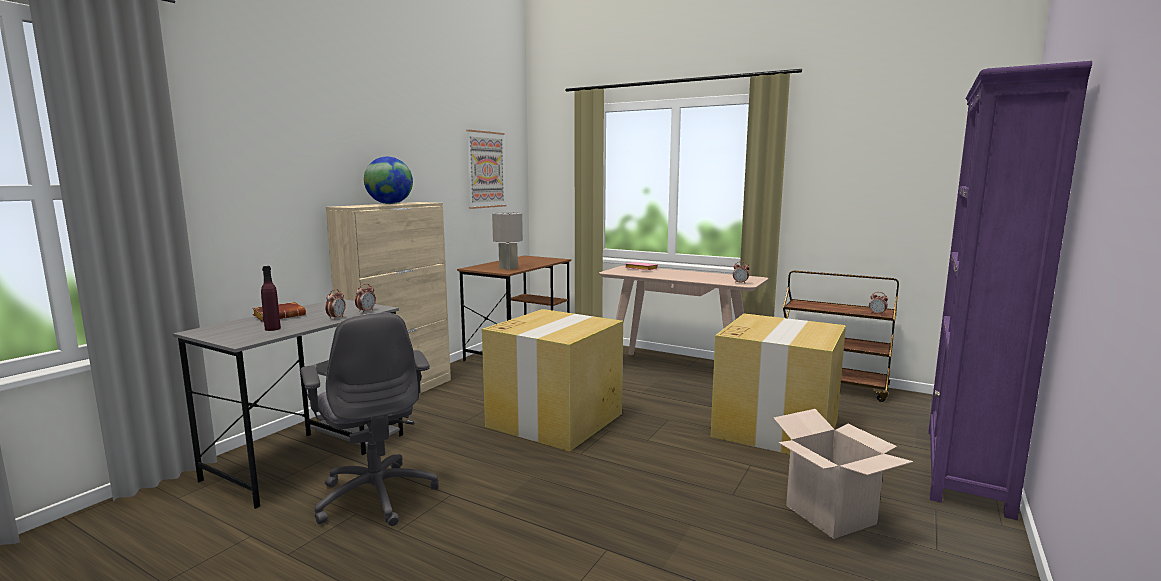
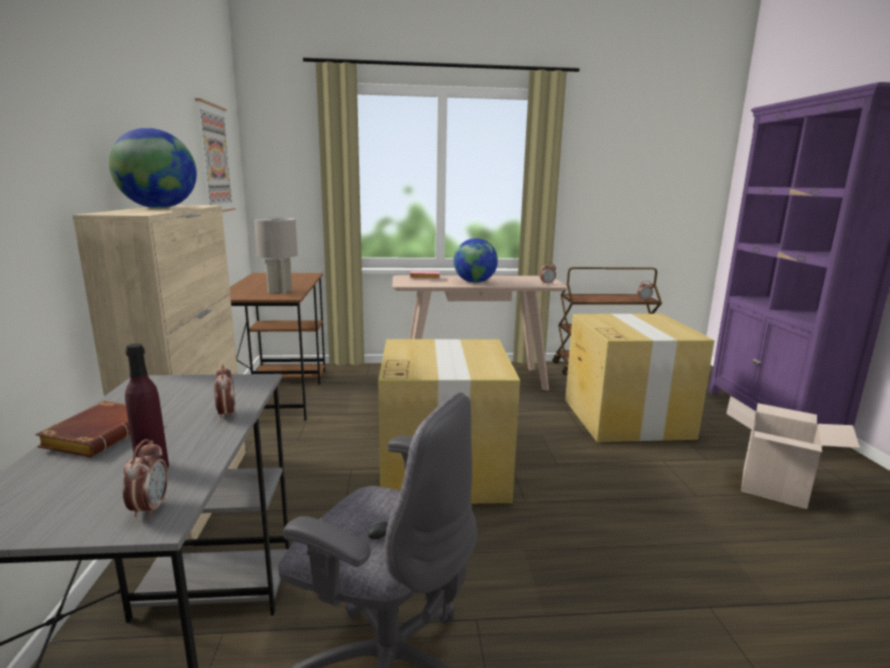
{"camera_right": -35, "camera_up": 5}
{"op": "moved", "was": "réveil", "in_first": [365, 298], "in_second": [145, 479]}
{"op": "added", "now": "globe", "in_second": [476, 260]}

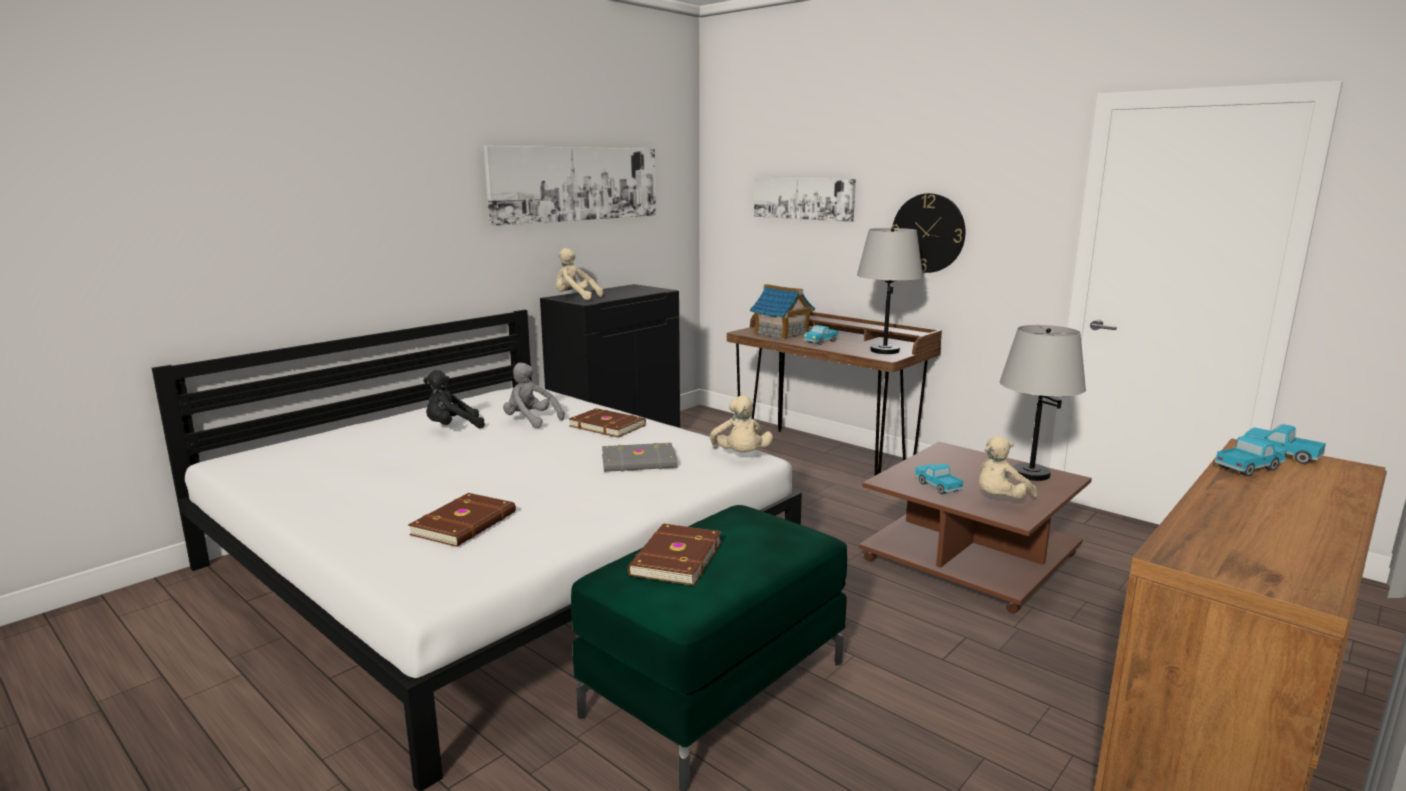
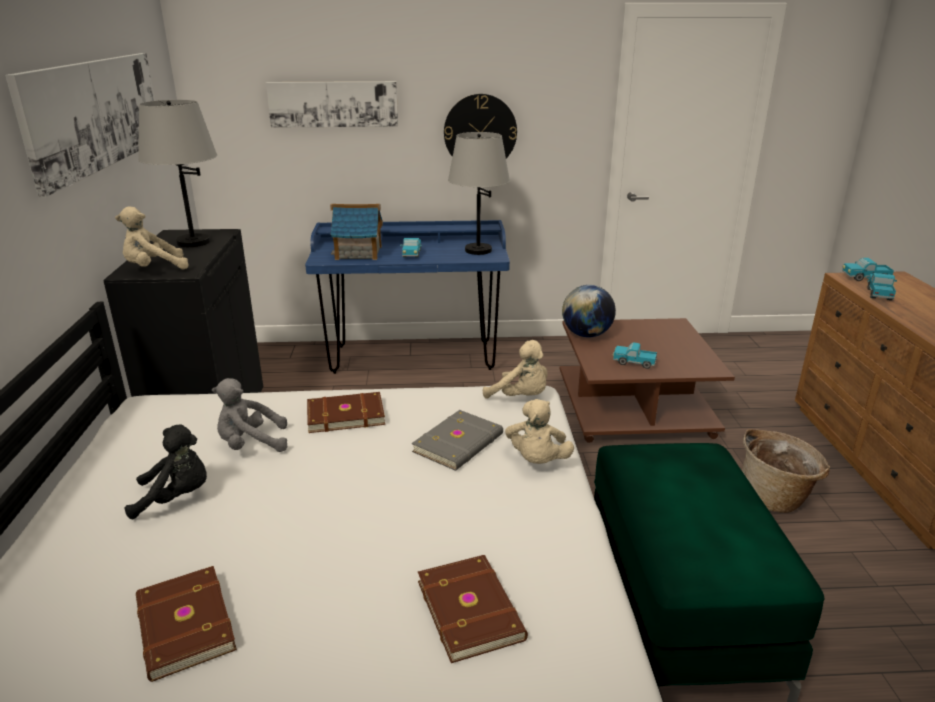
{"camera_right": -45, "camera_up": 10}
{"op": "turned", "was": "peluche/noir", "in_first": [454, 399], "in_second": [166, 472], "clockwise": -120}
{"op": "moved", "was": "livre/marron", "in_first": [674, 555], "in_second": [186, 624]}
{"op": "recoloured", "was": "bureau/marron", "now": "bureau/bleu", "in_first": [834, 393], "in_second": [407, 297]}
{"op": "moved", "was": "peluche/beige", "in_first": [1008, 467], "in_second": [539, 431]}
{"op": "moved", "was": "lampe de table/gris", "in_first": [1043, 403], "in_second": [177, 173]}
{"op": "added", "now": "globe", "in_second": [589, 311]}
{"op": "added", "now": "panier", "in_second": [786, 471]}

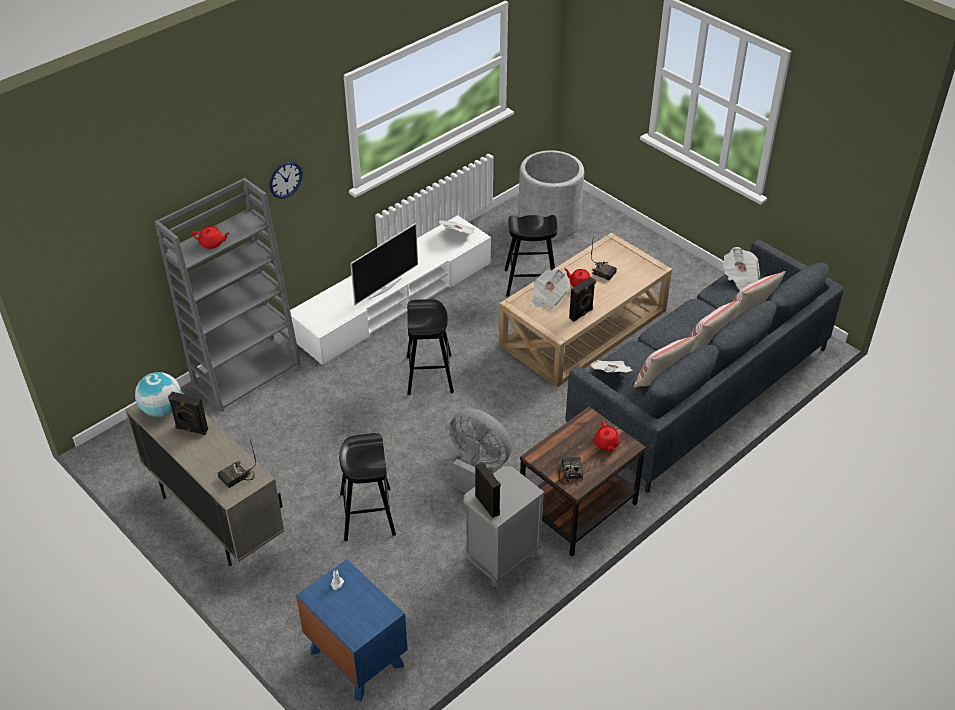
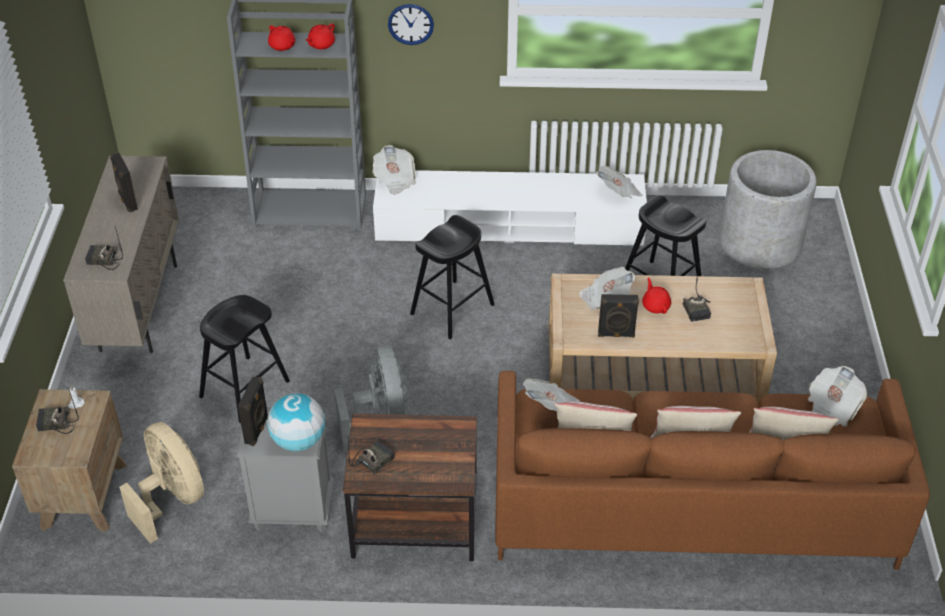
{"camera_right": 45, "camera_up": 0}
{"op": "moved", "was": "globe", "in_first": [158, 394], "in_second": [296, 422]}
{"op": "recoloured", "was": "table de chevet/bleu", "now": "table de chevet/marron", "in_first": [352, 630], "in_second": [69, 461]}
{"op": "removed", "was": "téléviseur", "in_first": [384, 264]}
{"op": "recoloured", "was": "canapé/gris", "now": "canapé/marron", "in_first": [705, 366], "in_second": [712, 470]}
{"op": "moved", "was": "théière/rouge", "in_first": [607, 436], "in_second": [320, 36]}
{"op": "added", "now": "radio", "in_second": [57, 411]}
{"op": "added", "now": "ventilateur/beige", "in_second": [161, 483]}
{"op": "added", "now": "journal", "in_second": [394, 170]}

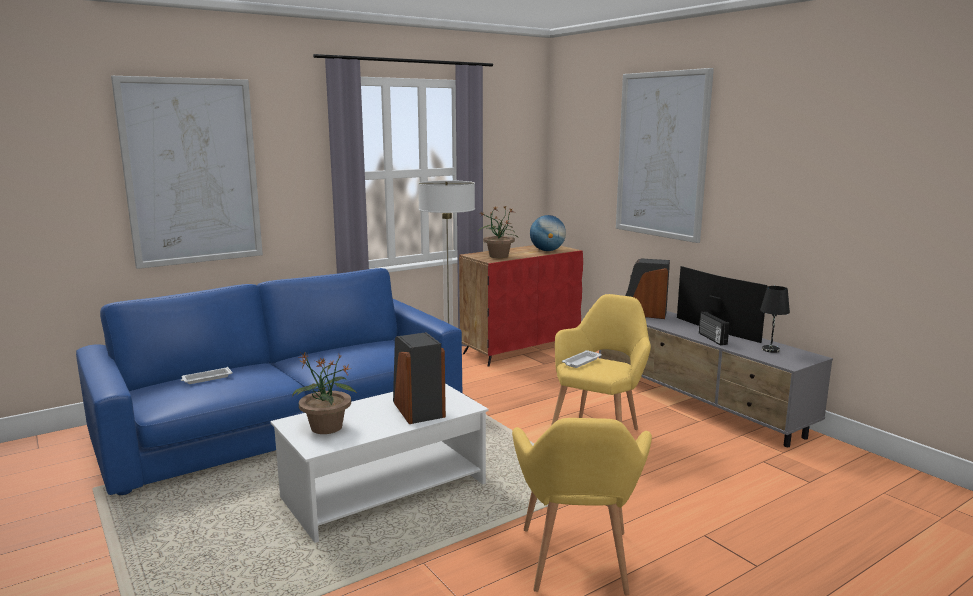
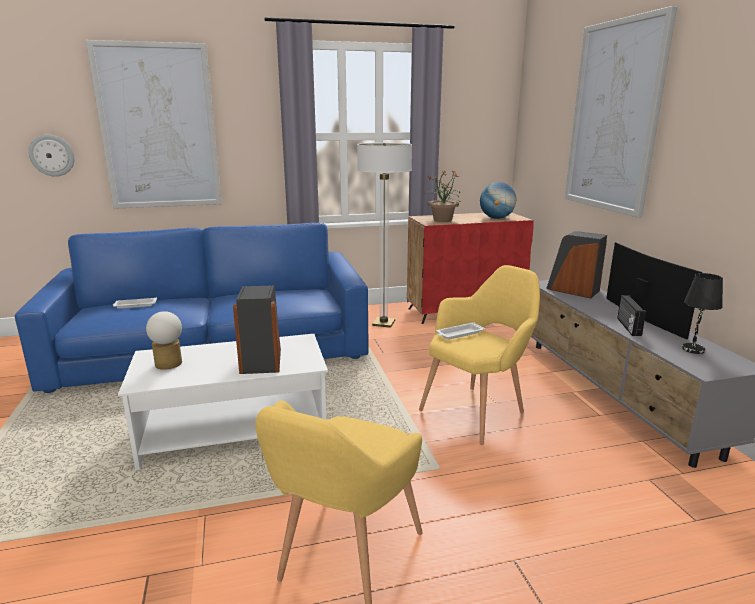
{"camera_right": 20, "camera_up": 5}
{"op": "replaced", "was": "plante en pot", "now": "lampe de table", "in_first": [325, 393], "in_second": [164, 340]}
{"op": "added", "now": "horloge murale", "in_second": [52, 156]}

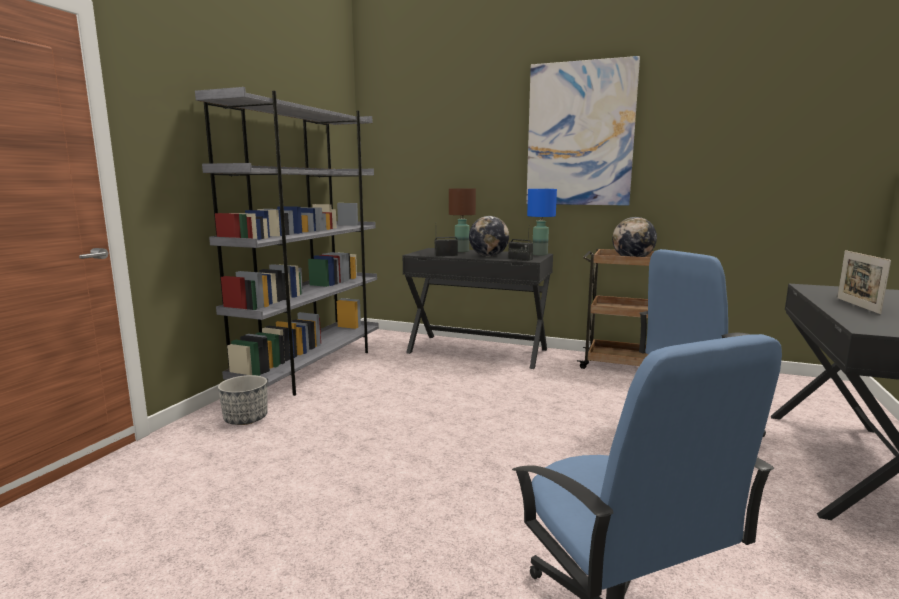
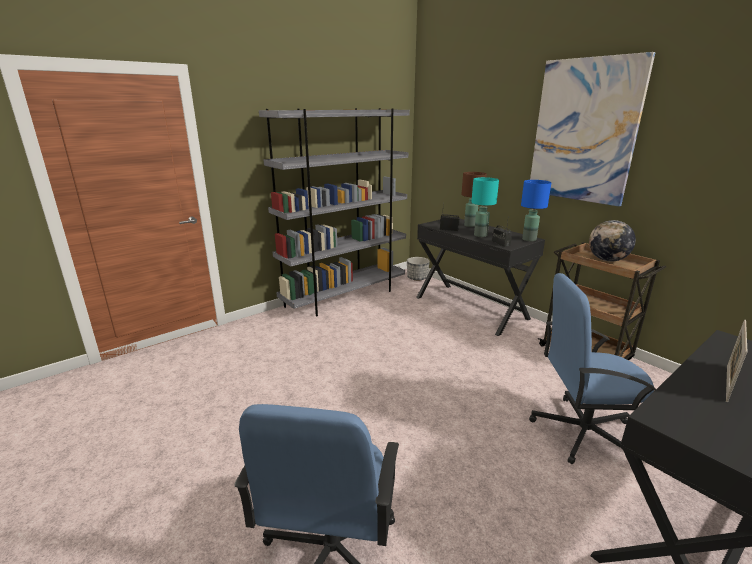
{"camera_right": 30, "camera_up": 10}
{"op": "moved", "was": "cache-pot", "in_first": [243, 400], "in_second": [418, 269]}
{"op": "replaced", "was": "globe", "now": "lampe de table/turquoise", "in_first": [489, 236], "in_second": [485, 207]}

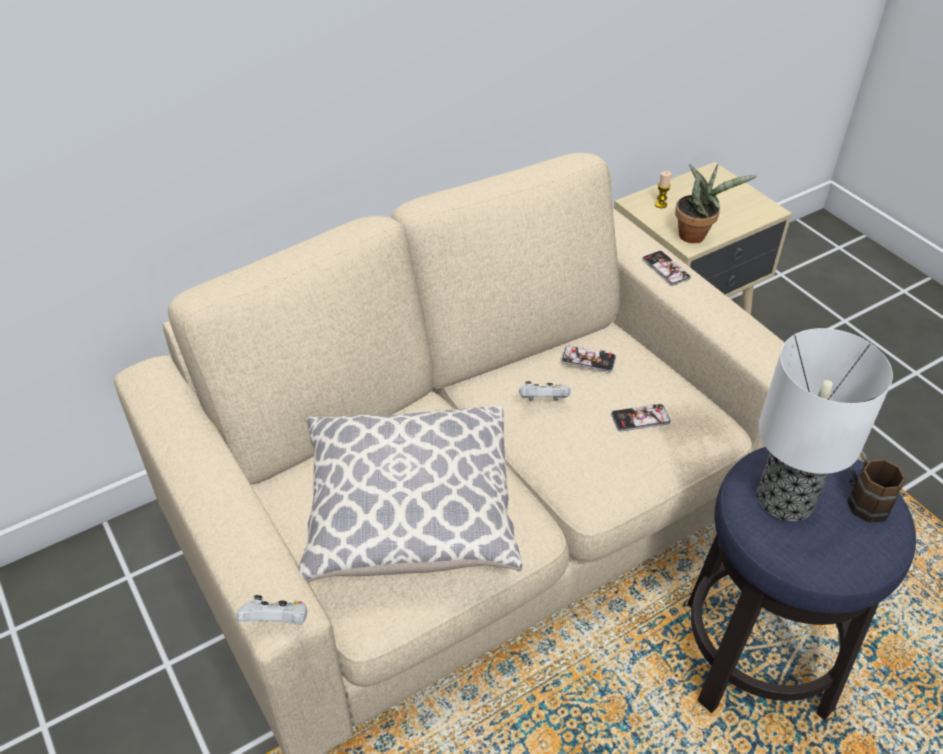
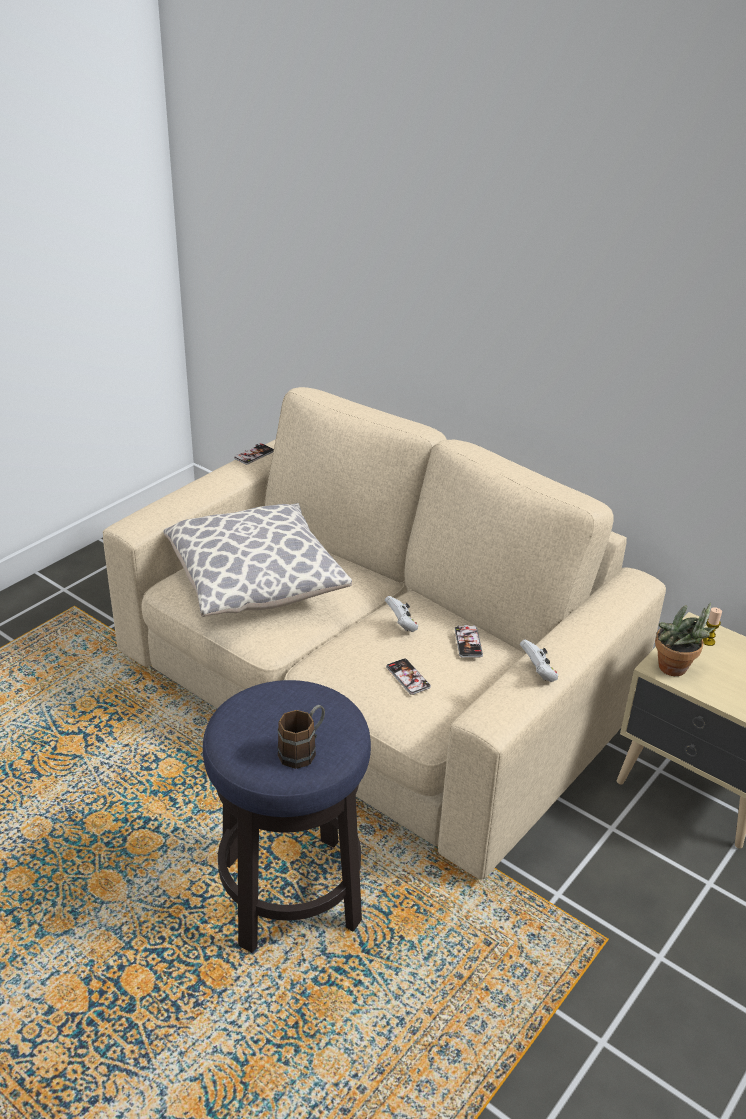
{"camera_right": 70, "camera_up": -10}
{"op": "moved", "was": "manette/blanc", "in_first": [271, 610], "in_second": [539, 661]}
{"op": "moved", "was": "téléphone", "in_first": [666, 268], "in_second": [254, 454]}
{"op": "removed", "was": "lampe de table", "in_first": [825, 424]}

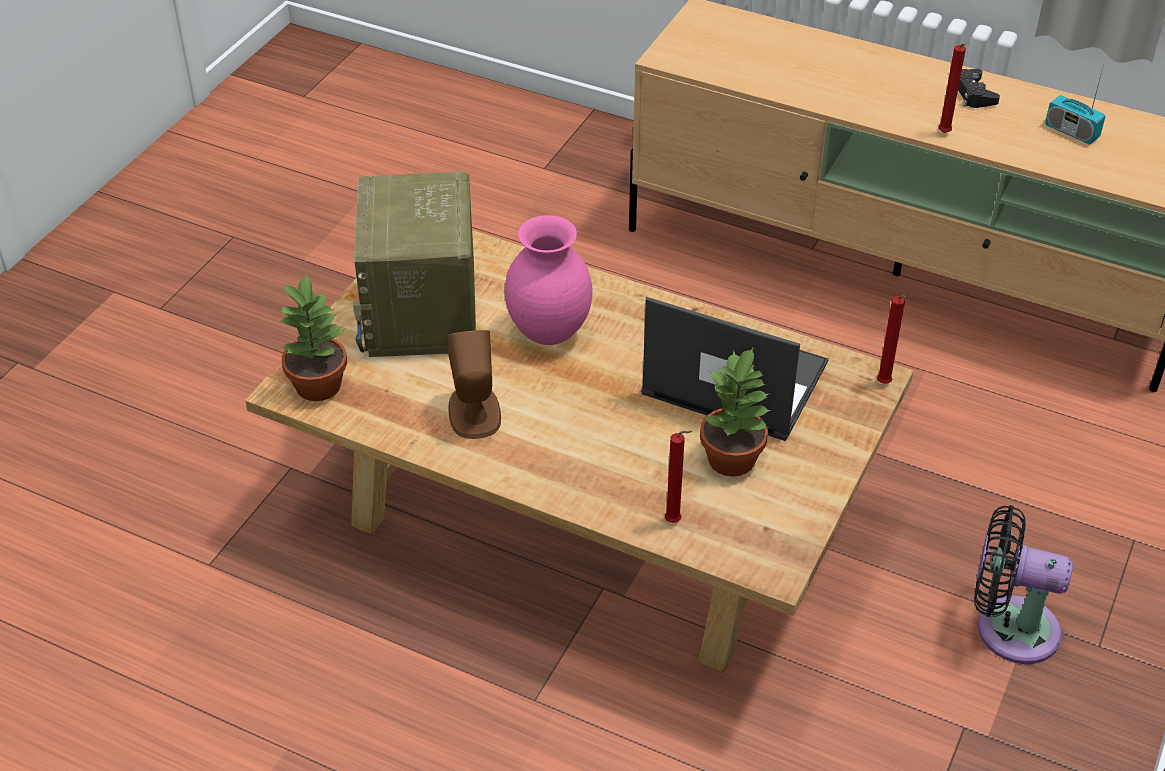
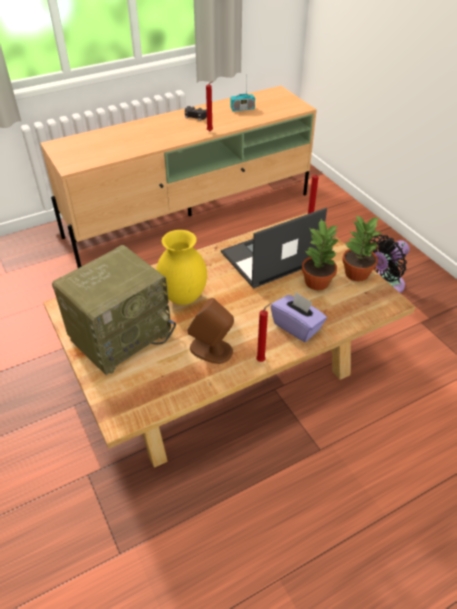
{"camera_right": -55, "camera_up": 0}
{"op": "moved", "was": "plante en pot", "in_first": [312, 337], "in_second": [362, 247]}
{"op": "turned", "was": "radio", "in_first": [414, 264], "in_second": [114, 310], "clockwise": -75}
{"op": "recoloured", "was": "vase/rose", "now": "vase/jaune", "in_first": [548, 280], "in_second": [181, 267]}
{"op": "moved", "was": "bougie/rouge", "in_first": [679, 476], "in_second": [263, 332]}
{"op": "added", "now": "boîte à mouchoirs/violet", "in_second": [299, 317]}

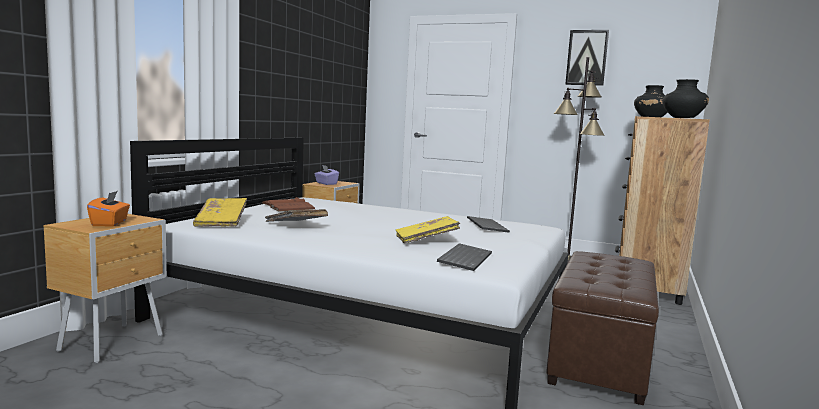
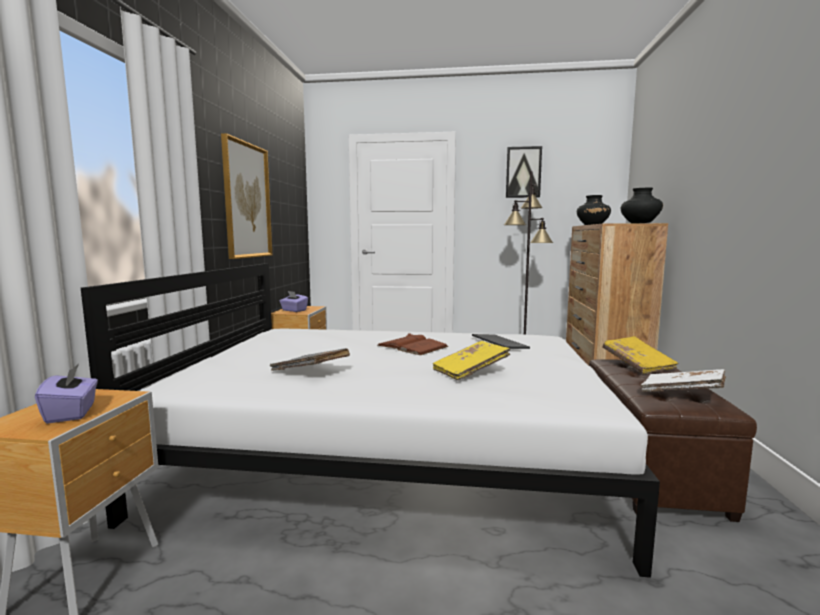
{"camera_right": -15, "camera_up": 0}
{"op": "recoloured", "was": "boîte à mouchoirs/orange", "now": "boîte à mouchoirs/violet", "in_first": [108, 209], "in_second": [66, 394]}
{"op": "moved", "was": "livre/jaune", "in_first": [220, 212], "in_second": [640, 355]}
{"op": "moved", "was": "livre/marron", "in_first": [288, 204], "in_second": [412, 344]}
{"op": "removed", "was": "clavier", "in_first": [464, 257]}
{"op": "added", "now": "tableau", "in_second": [246, 196]}
{"op": "added", "now": "livre/blanc", "in_second": [683, 380]}

